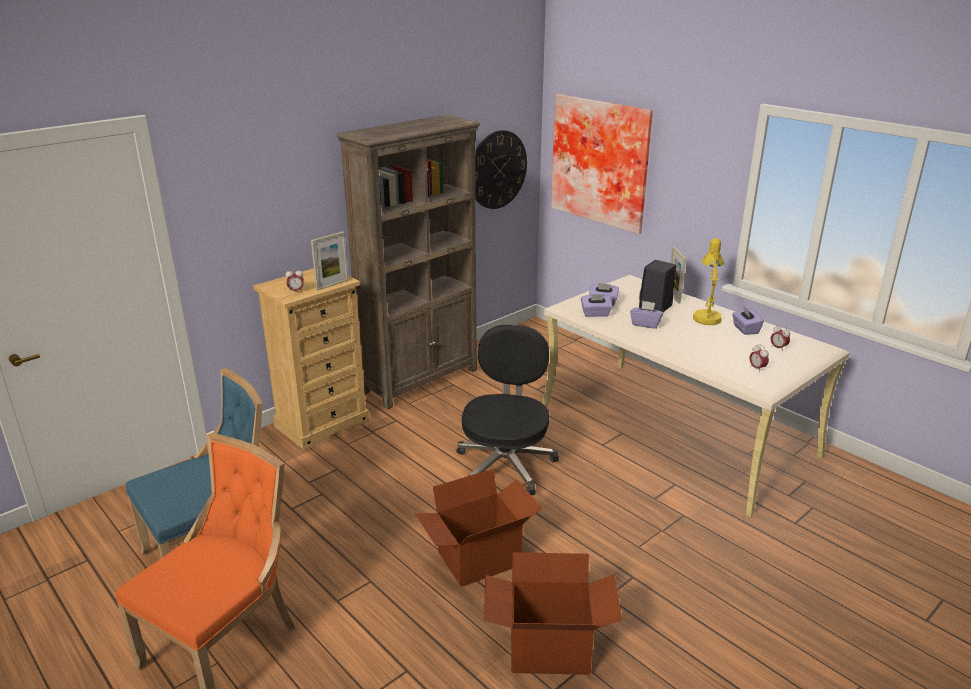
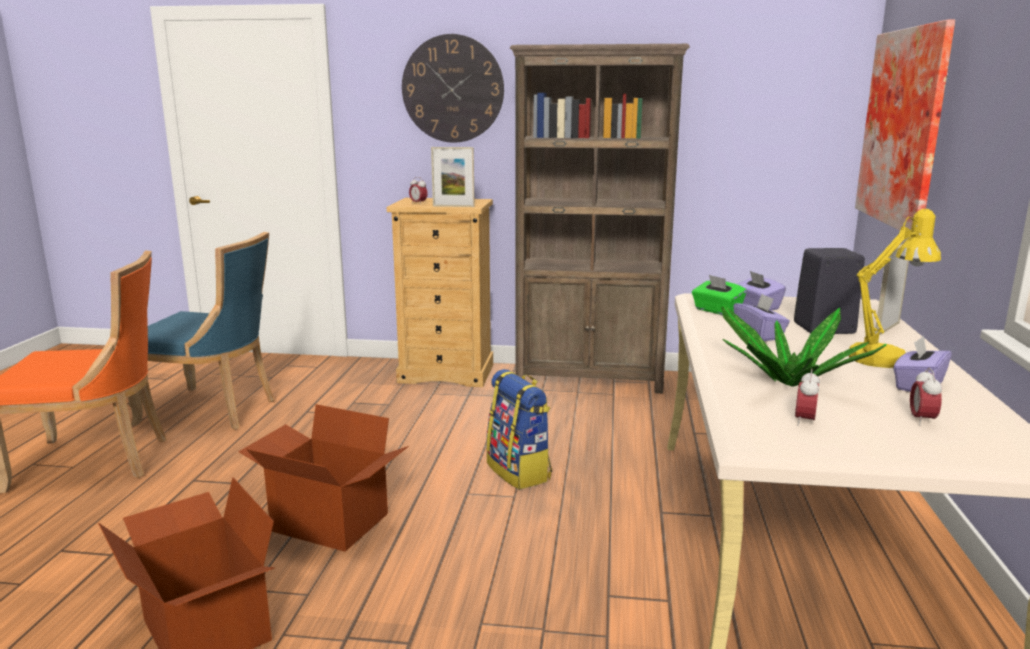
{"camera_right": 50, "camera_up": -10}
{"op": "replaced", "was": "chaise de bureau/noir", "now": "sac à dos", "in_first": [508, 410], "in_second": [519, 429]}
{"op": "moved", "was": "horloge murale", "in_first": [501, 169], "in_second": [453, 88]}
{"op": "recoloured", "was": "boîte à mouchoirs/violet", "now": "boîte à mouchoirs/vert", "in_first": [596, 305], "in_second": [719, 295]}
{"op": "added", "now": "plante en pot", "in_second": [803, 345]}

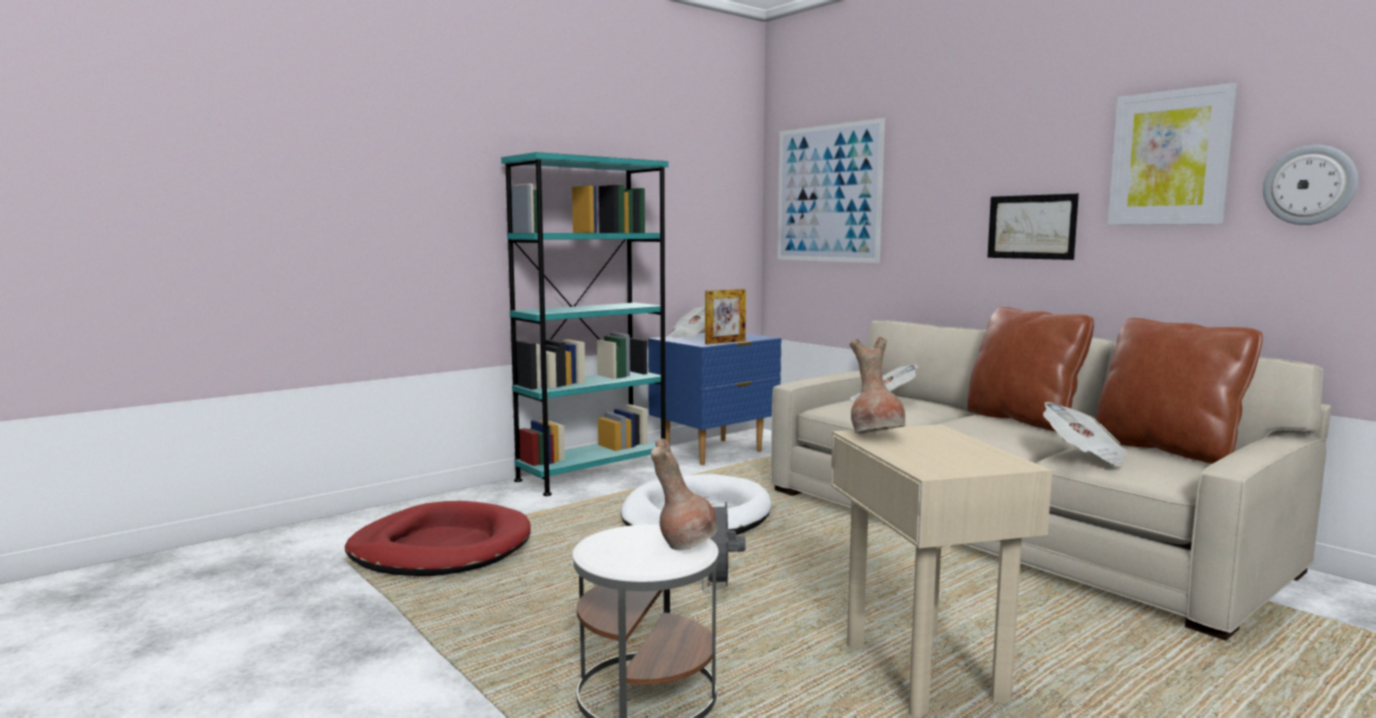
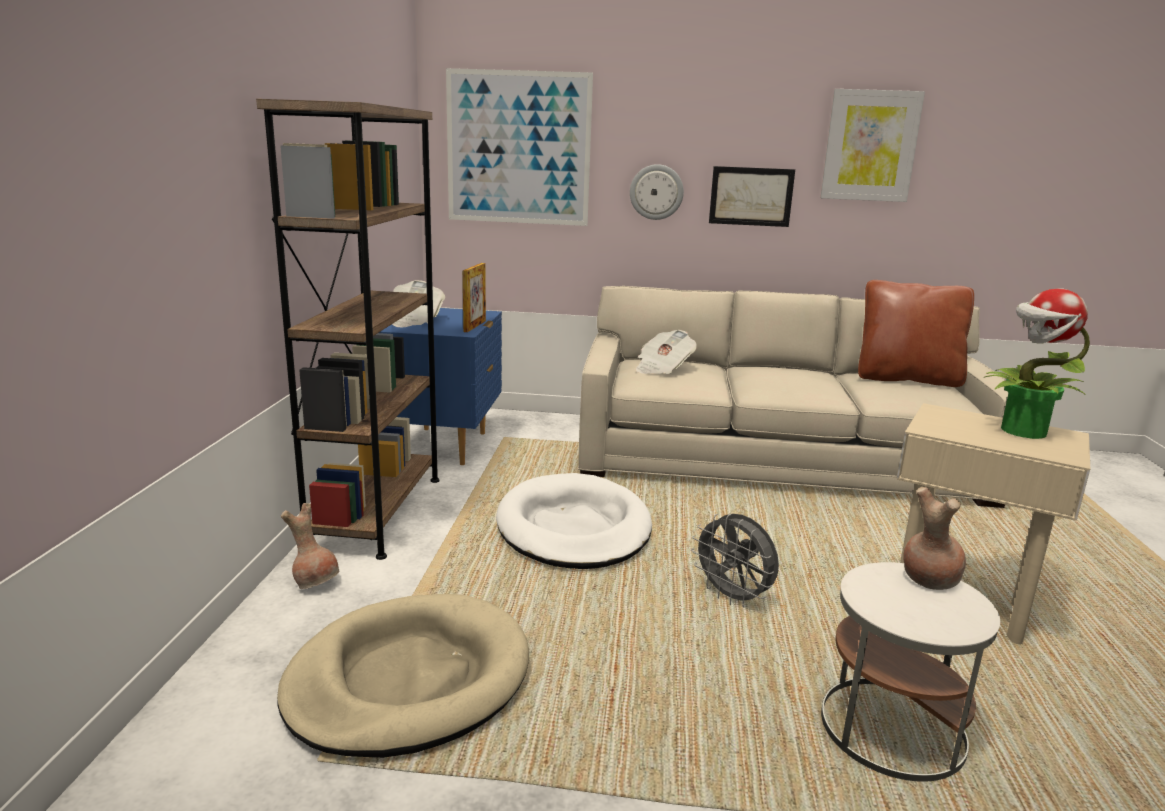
{"camera_right": -45, "camera_up": 10}
{"op": "recoloured", "was": "panier pour chien/rouge", "now": "panier pour chien/beige", "in_first": [438, 538], "in_second": [403, 676]}
{"op": "recoloured", "was": "bibliothèque/turquoise", "now": "bibliothèque/marron", "in_first": [585, 324], "in_second": [348, 329]}
{"op": "moved", "was": "vase/marron", "in_first": [877, 385], "in_second": [310, 546]}
{"op": "removed", "was": "coussin/marron", "in_first": [1030, 369]}
{"op": "removed", "was": "journal", "in_first": [1085, 434]}
{"op": "moved", "was": "horloge murale", "in_first": [1310, 185], "in_second": [657, 192]}
{"op": "added", "now": "plante en pot", "in_second": [1036, 364]}

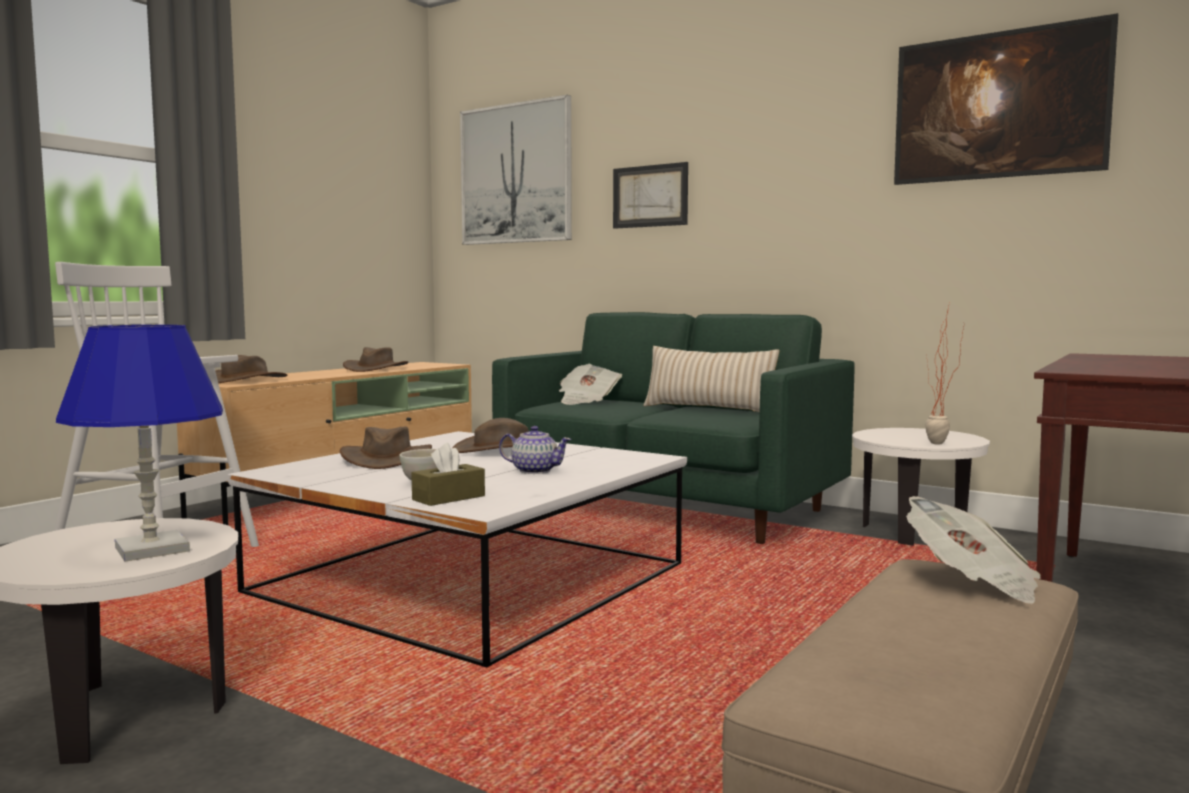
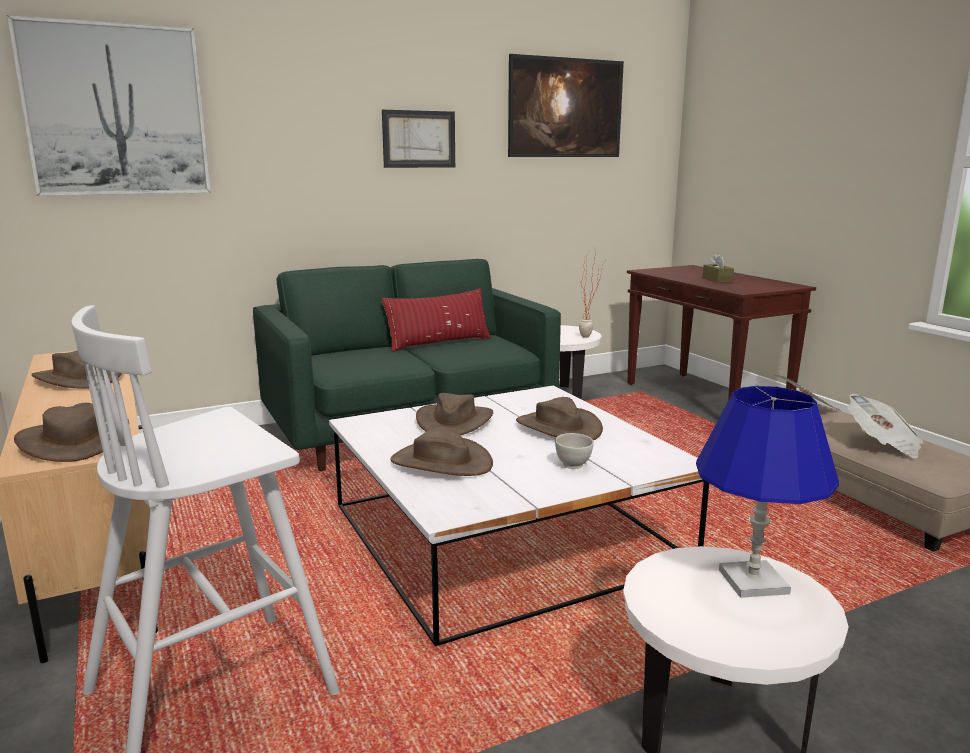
{"camera_right": -60, "camera_up": 10}
{"op": "moved", "was": "boîte à mouchoirs/marron", "in_first": [448, 474], "in_second": [718, 268]}
{"op": "replaced", "was": "théière", "now": "chapeau/marron", "in_first": [535, 450], "in_second": [559, 418]}
{"op": "moved", "was": "journal", "in_first": [590, 384], "in_second": [885, 426]}
{"op": "moved", "was": "tableau", "in_first": [650, 195], "in_second": [418, 139]}
{"op": "recoloured", "was": "coussin/beige", "now": "coussin/rouge", "in_first": [711, 379], "in_second": [436, 320]}

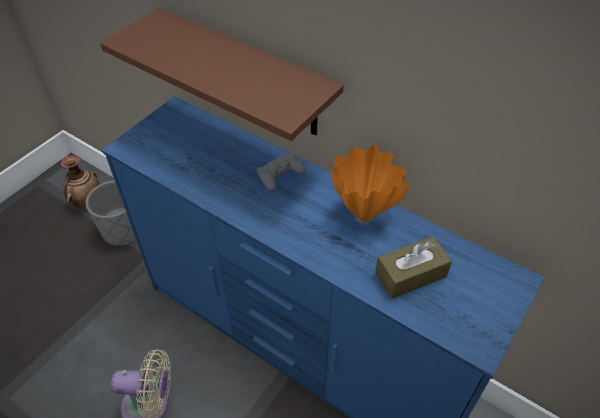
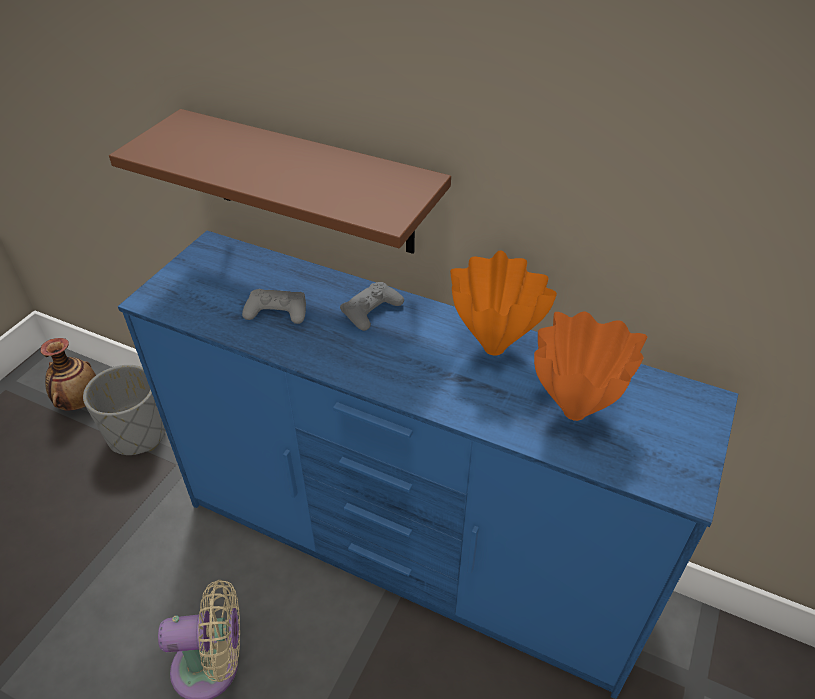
{"camera_right": -10, "camera_up": -5}
{"op": "replaced", "was": "boîte à mouchoirs/marron", "now": "vase/orange", "in_first": [413, 267], "in_second": [590, 366]}
{"op": "added", "now": "manette/gris", "in_second": [274, 306]}

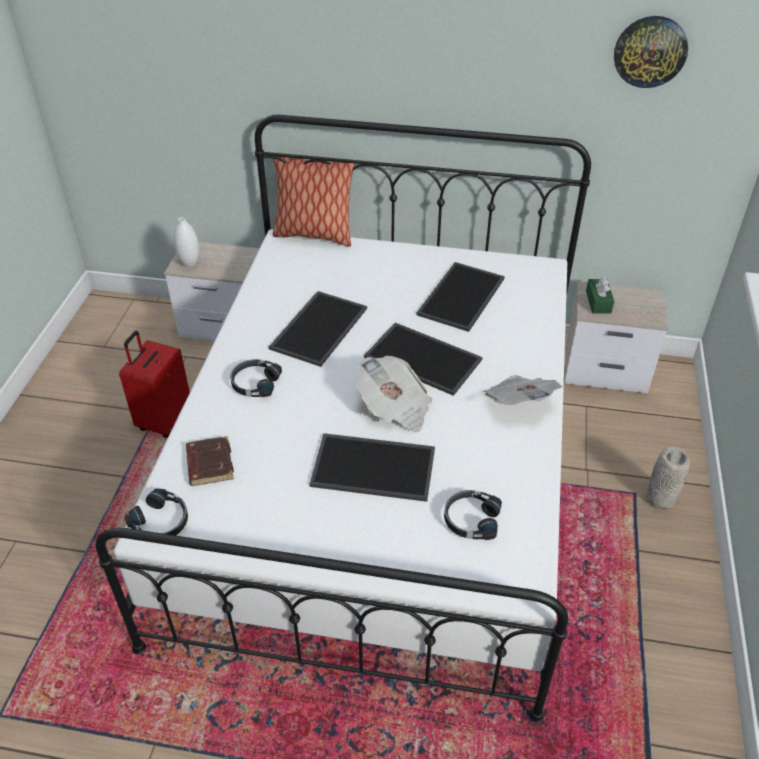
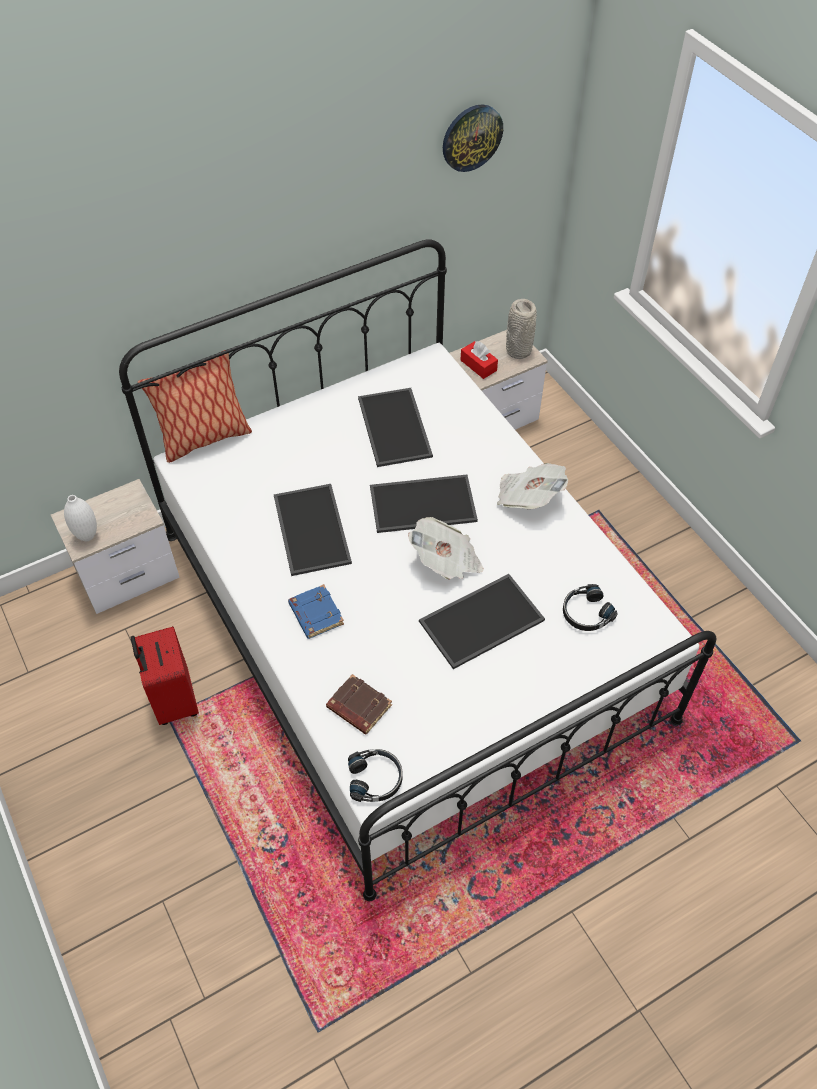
{"camera_right": -40, "camera_up": 10}
{"op": "replaced", "was": "casque audio/noir", "now": "livre/bleu", "in_first": [256, 378], "in_second": [316, 611]}
{"op": "recoloured", "was": "boîte à mouchoirs/vert", "now": "boîte à mouchoirs/rouge", "in_first": [600, 294], "in_second": [479, 360]}
{"op": "moved", "was": "vase/gris", "in_first": [668, 478], "in_second": [521, 329]}

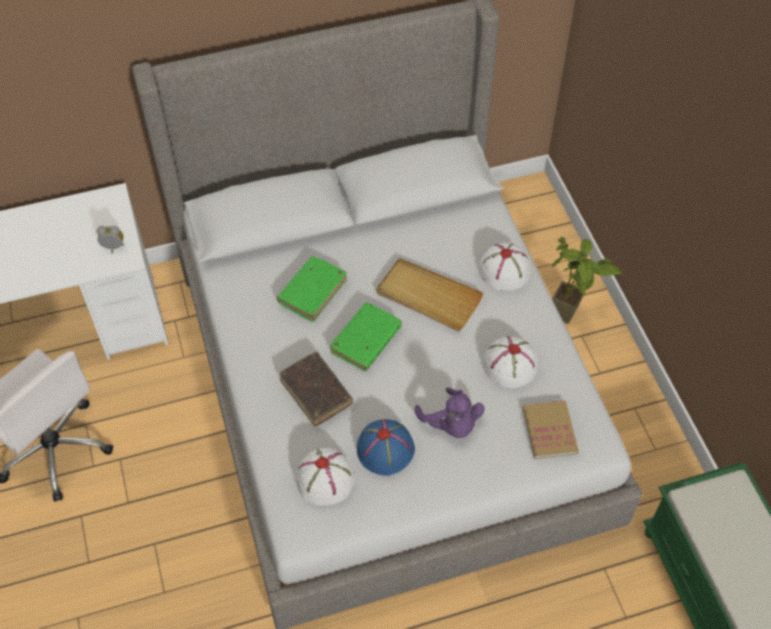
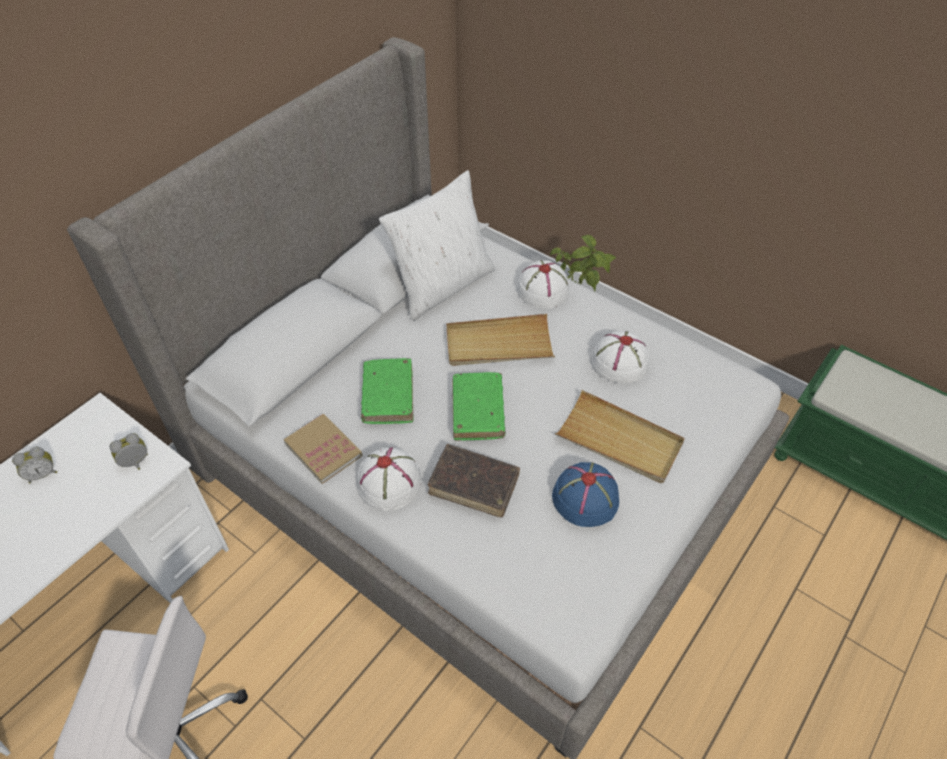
{"camera_right": -35, "camera_up": -5}
{"op": "moved", "was": "chapeau/blanc", "in_first": [325, 476], "in_second": [390, 479]}
{"op": "replaced", "was": "peluche/violet", "now": "plateau/beige", "in_first": [449, 412], "in_second": [620, 436]}
{"op": "moved", "was": "livre", "in_first": [551, 430], "in_second": [323, 449]}
{"op": "added", "now": "réveil", "in_second": [34, 465]}
{"op": "added", "now": "coussin/blanc", "in_second": [437, 245]}

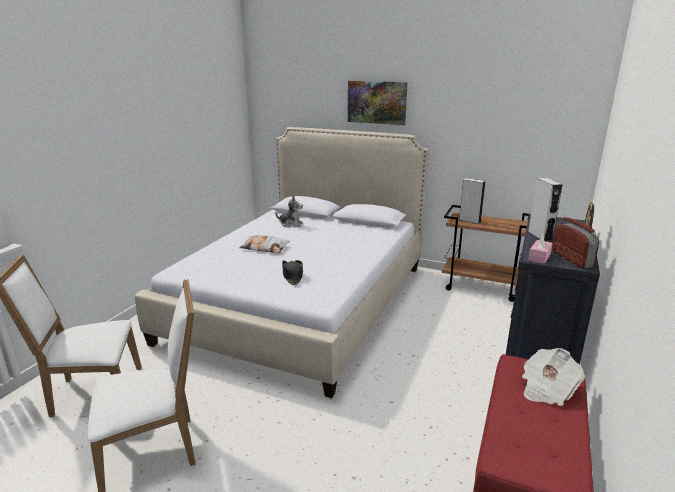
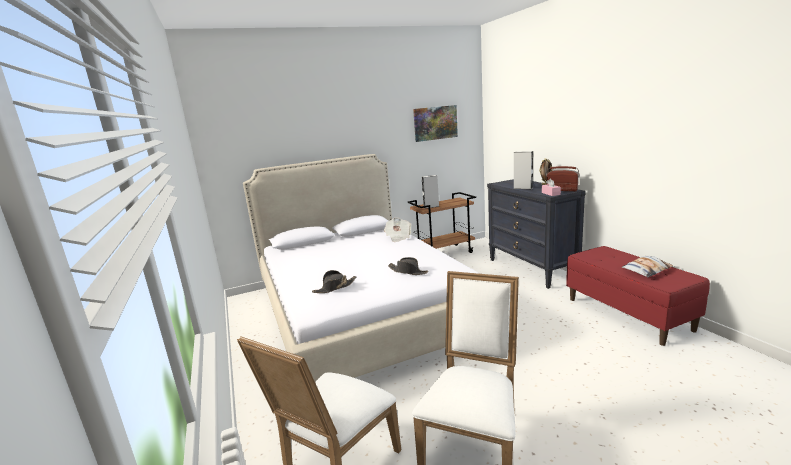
{"camera_right": -45, "camera_up": -5}
{"op": "moved", "was": "coussin", "in_first": [264, 244], "in_second": [647, 266]}
{"op": "removed", "was": "peluche", "in_first": [289, 211]}
{"op": "moved", "was": "tableau", "in_first": [378, 103], "in_second": [435, 123]}
{"op": "moved", "was": "journal", "in_first": [553, 377], "in_second": [397, 230]}
{"op": "added", "now": "chapeau/noir", "in_second": [334, 281]}

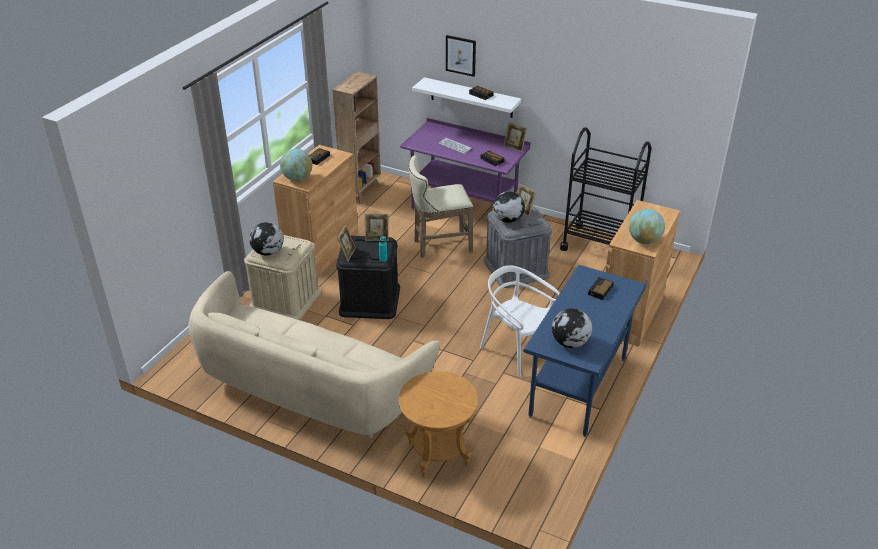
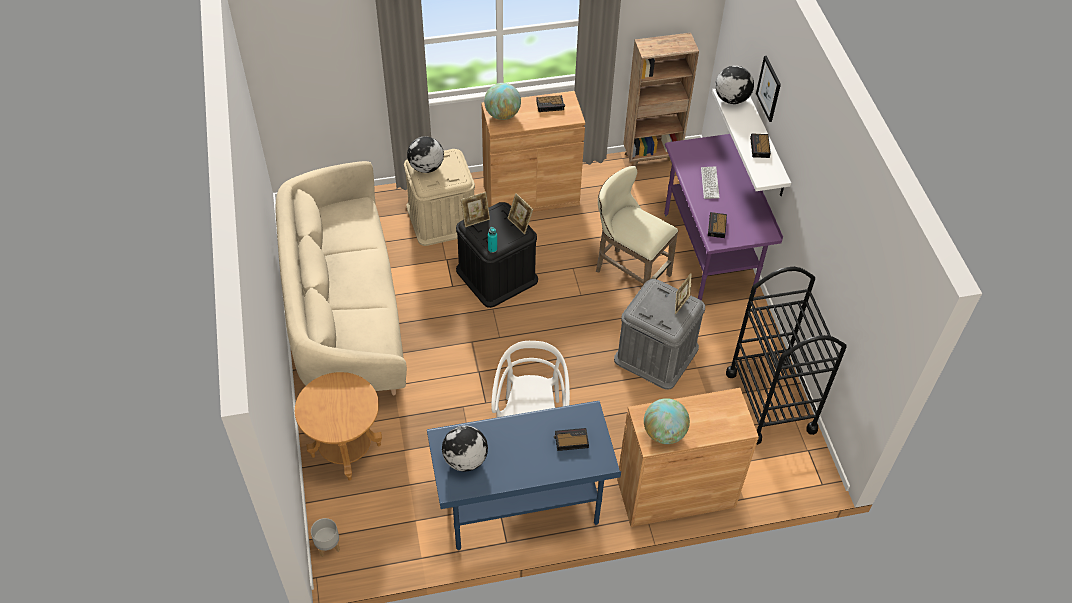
{"camera_right": 50, "camera_up": 15}
{"op": "moved", "was": "globe", "in_first": [509, 207], "in_second": [734, 85]}
{"op": "removed", "was": "cadre photo", "in_first": [515, 137]}
{"op": "added", "now": "cache-pot/gris", "in_second": [325, 537]}

